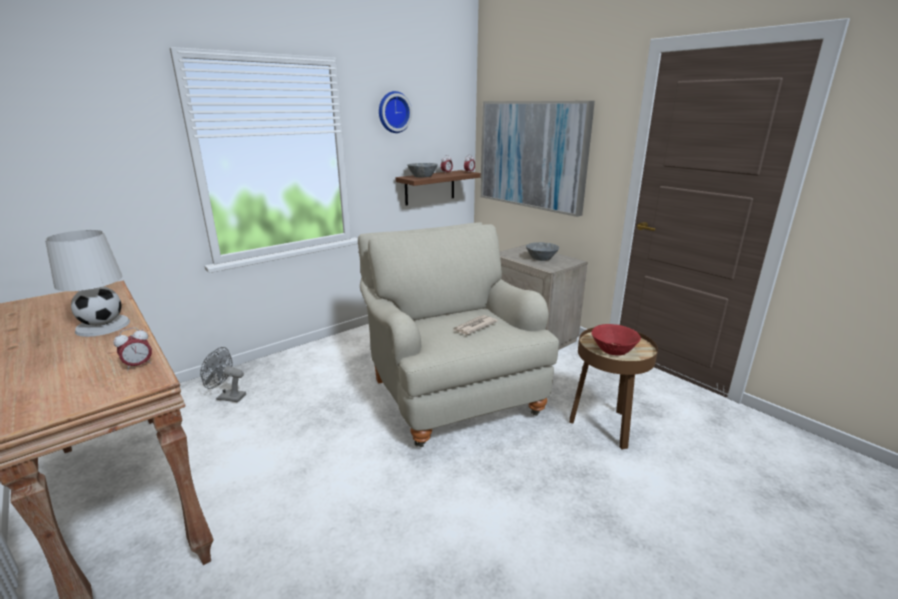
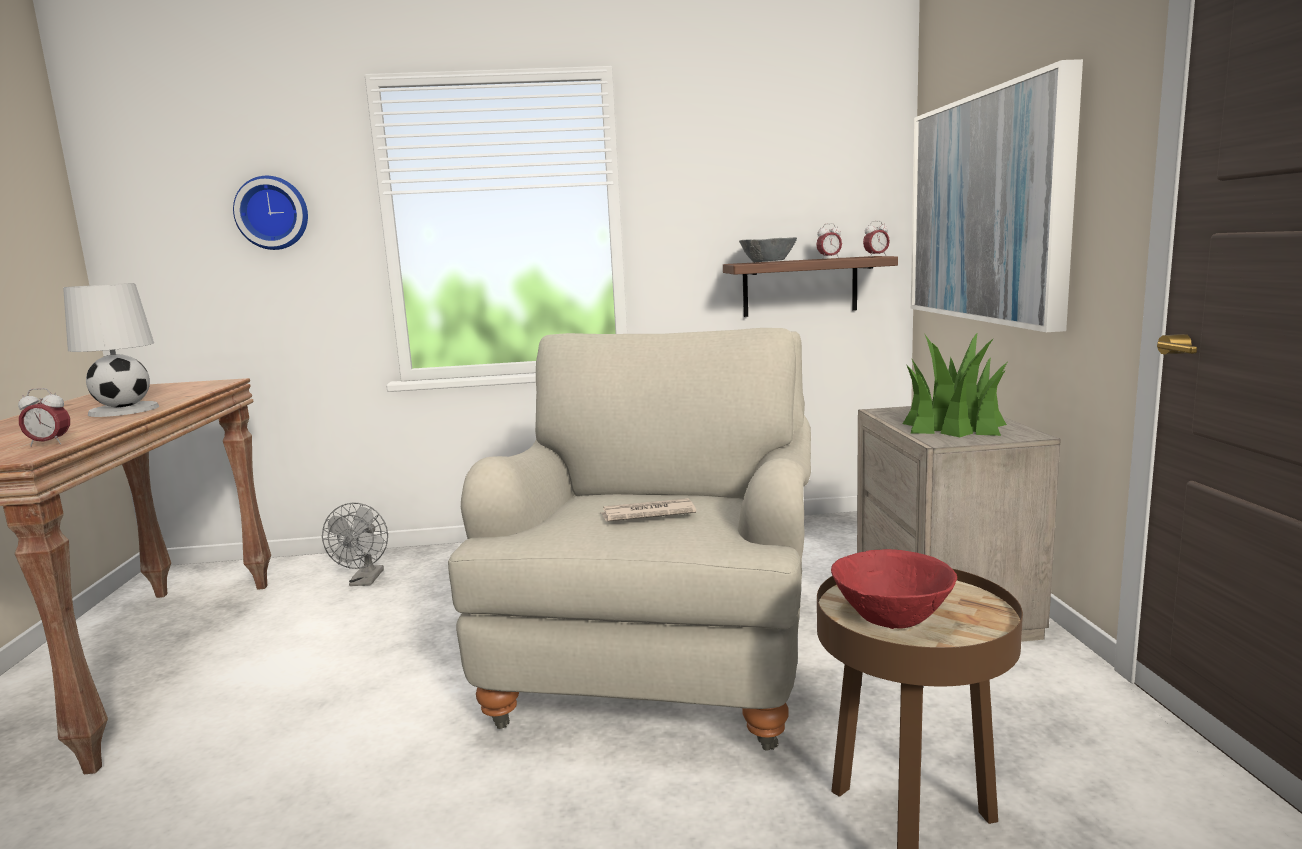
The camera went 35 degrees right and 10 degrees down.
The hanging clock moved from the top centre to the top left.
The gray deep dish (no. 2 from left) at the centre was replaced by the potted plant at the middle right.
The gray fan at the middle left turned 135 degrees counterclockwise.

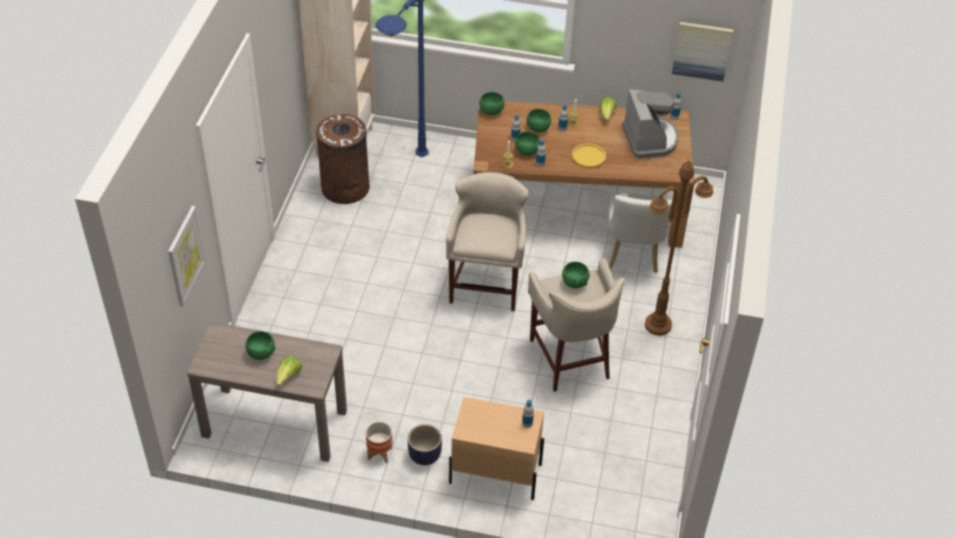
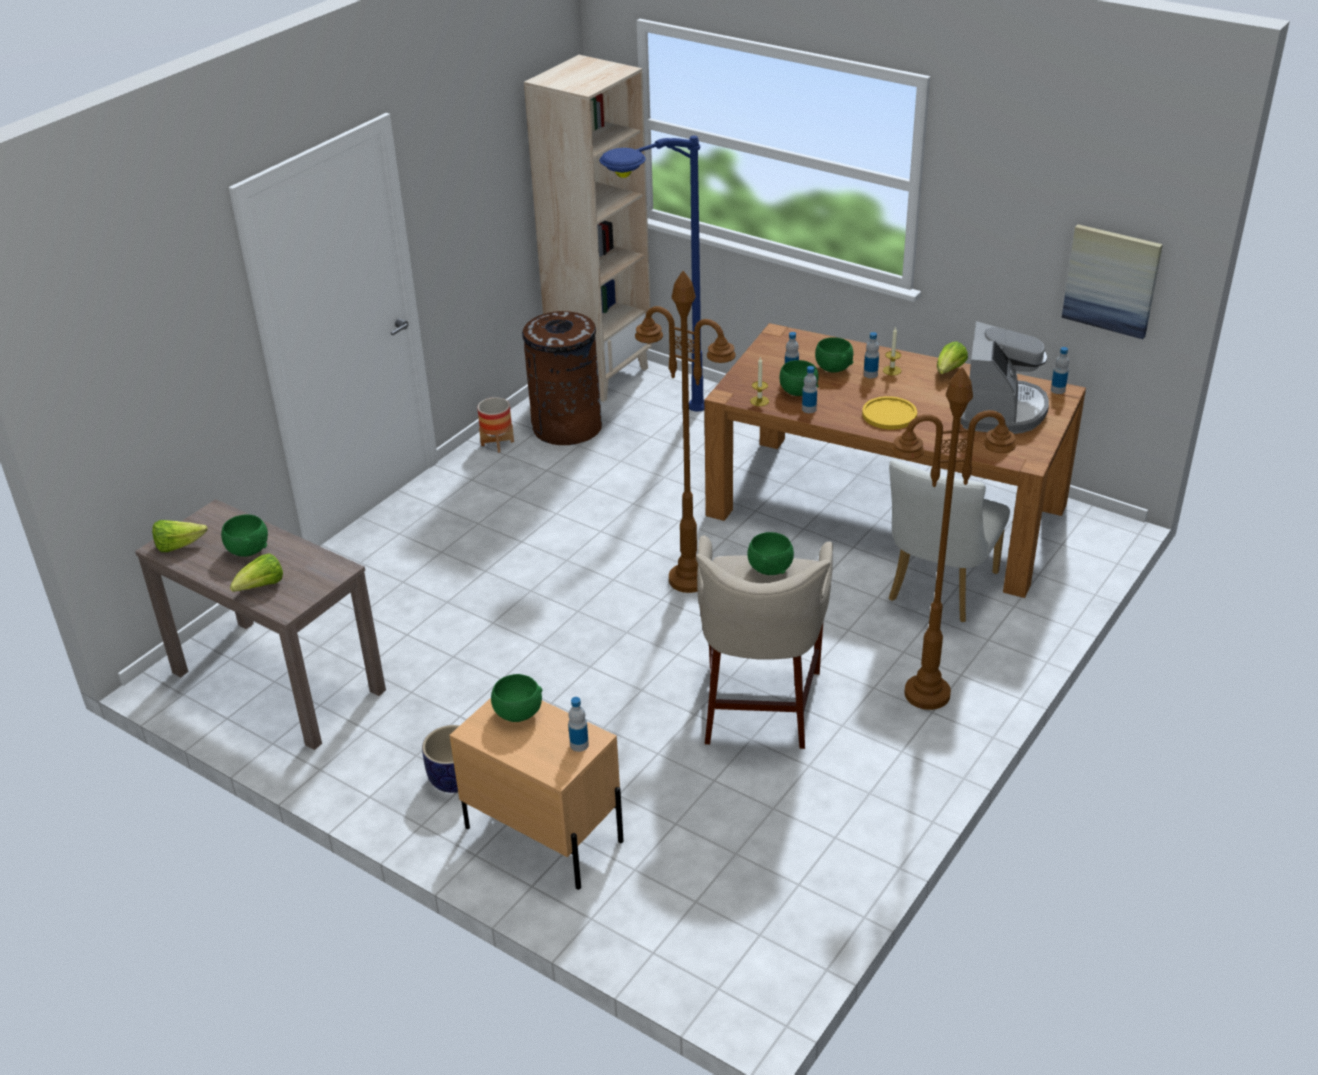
The camera went 25 degrees right and 10 degrees down.
The green-coloured deep dish (no. 2 from left) moved from the top centre to the centre.
The beige-coloured stool seat (no. 1 from left) at the centre was replaced by the brownish standard lamp (no. 1 from left) at the centre.
The picture (no. 1 from left) at the middle left disappeared.
The planter (no. 1 from left in the first image) moved from the bottom centre to the centre.
The head of lettuce (no. 1 from left) at the middle left appeared.

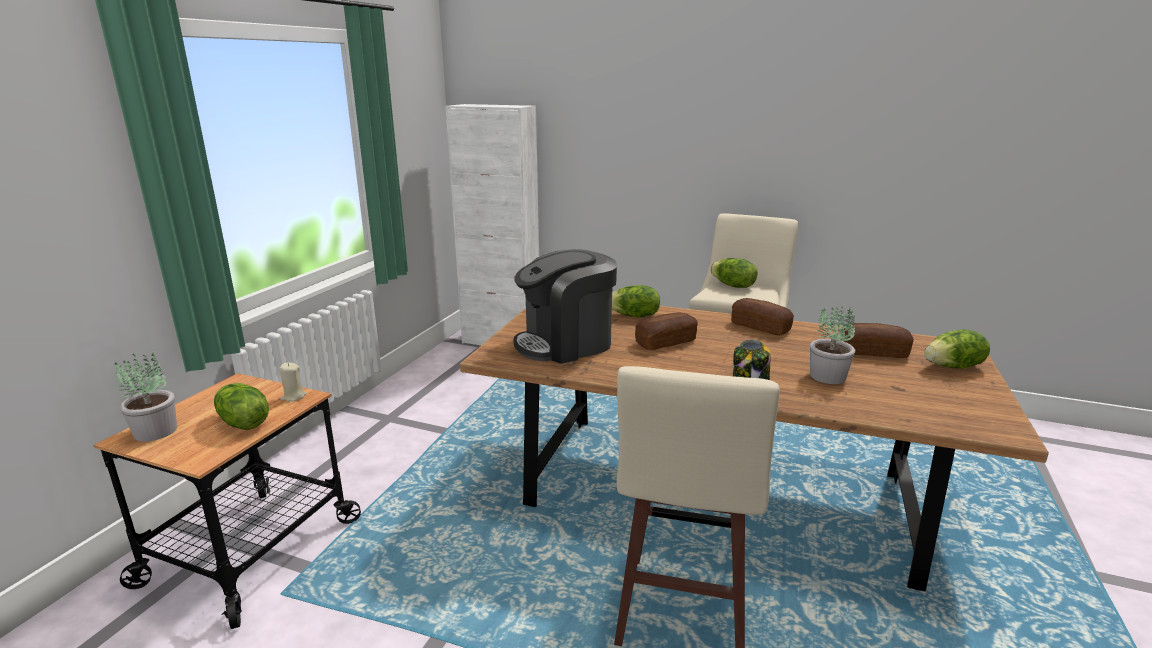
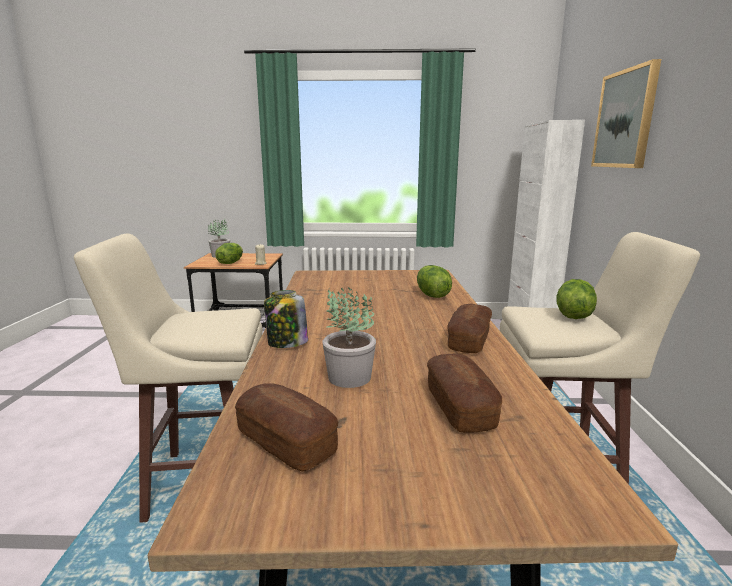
The camera went 70 degrees right and 5 degrees down.
The coffee maker at the centre disappeared.
The bakery bread (no. 1 from left) moved from the centre to the bottom centre.
The head of lettuce (no. 4 from left) at the middle right disappeared.
The picture at the top right appeared.

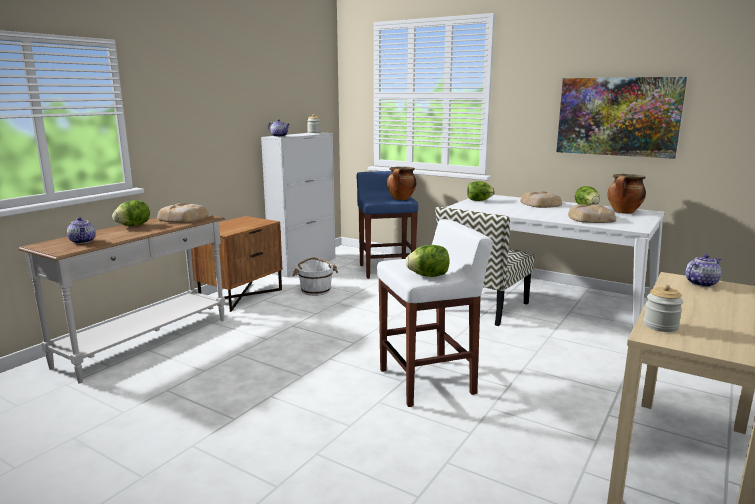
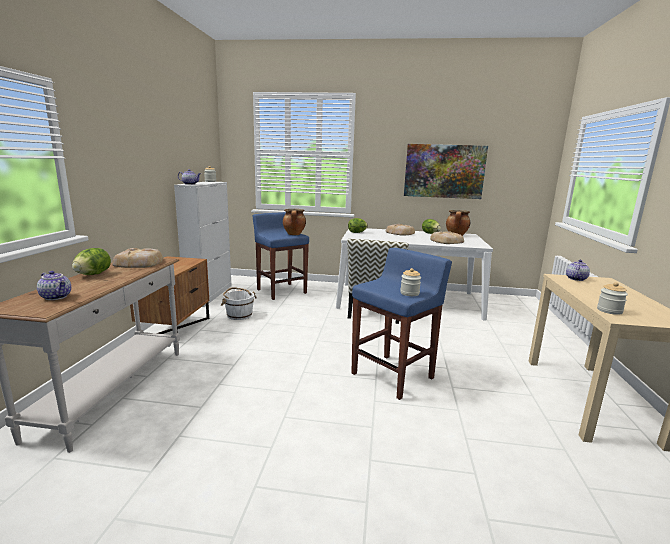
The camera went 25 degrees left and 0 degrees up.
The white-coloured stool seat at the centre became the blue-coloured stool seat (no. 2 from left) at the centre.
The head of lettuce (no. 2 from left) at the centre was replaced by the preserve jar (no. 2 from left) at the centre.

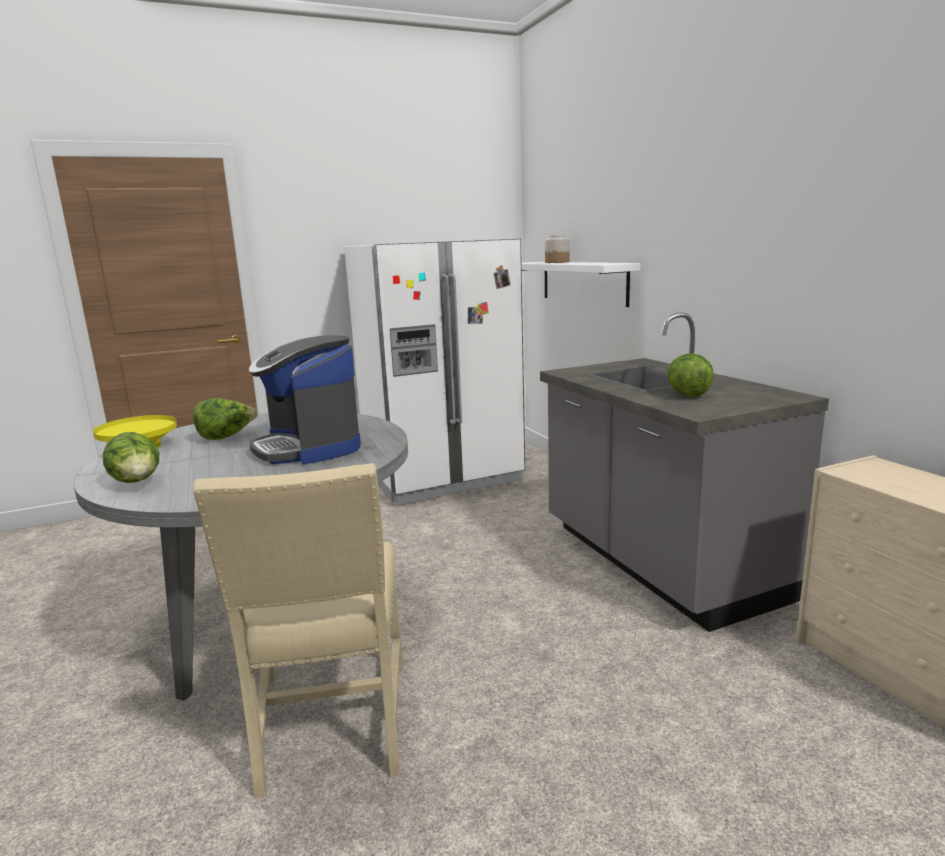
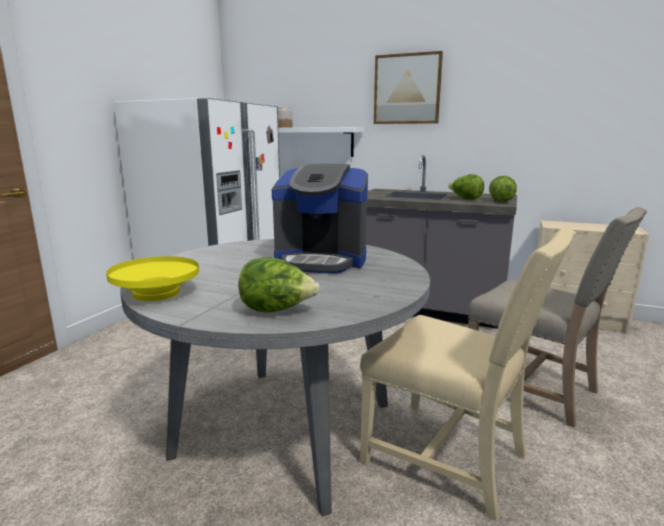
The camera went 45 degrees left and 0 degrees up.
The head of lettuce (no. 2 from left in the first image) moved from the middle left to the middle right.
The picture at the top centre appeared.
The beige-coloured chair (no. 2 from left) at the middle right appeared.

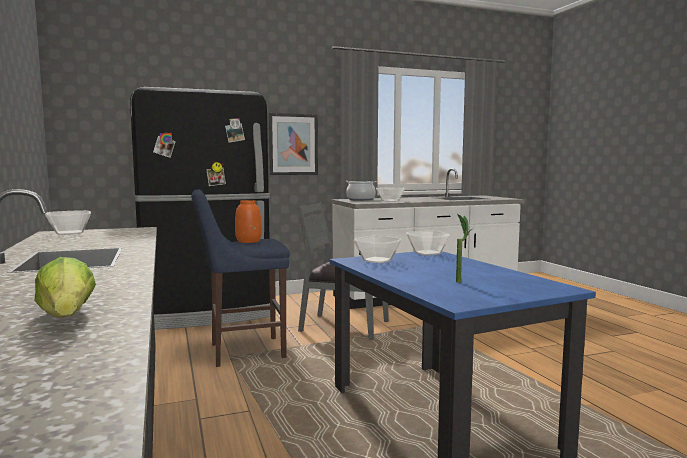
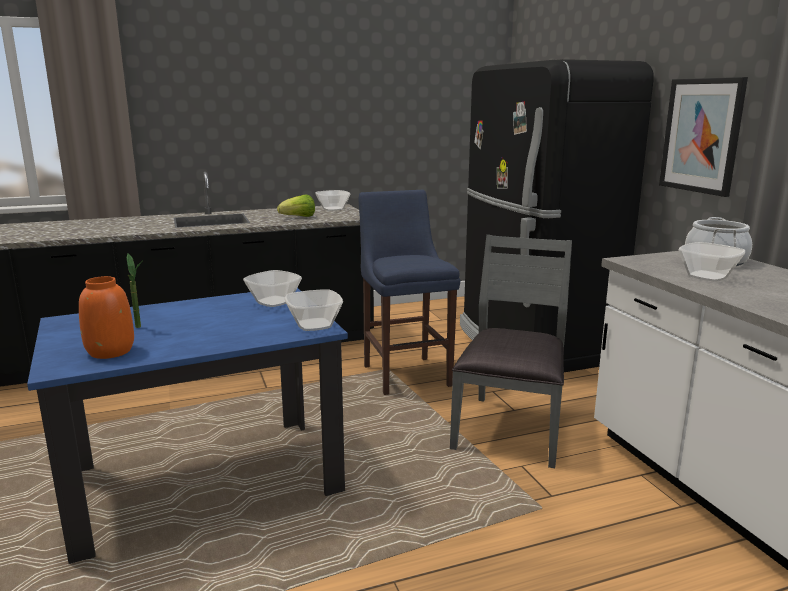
The camera went 90 degrees right and 10 degrees up.
The orange-coloured flower vase moved from the centre to the middle left.
The head of lettuce moved from the middle left to the centre.

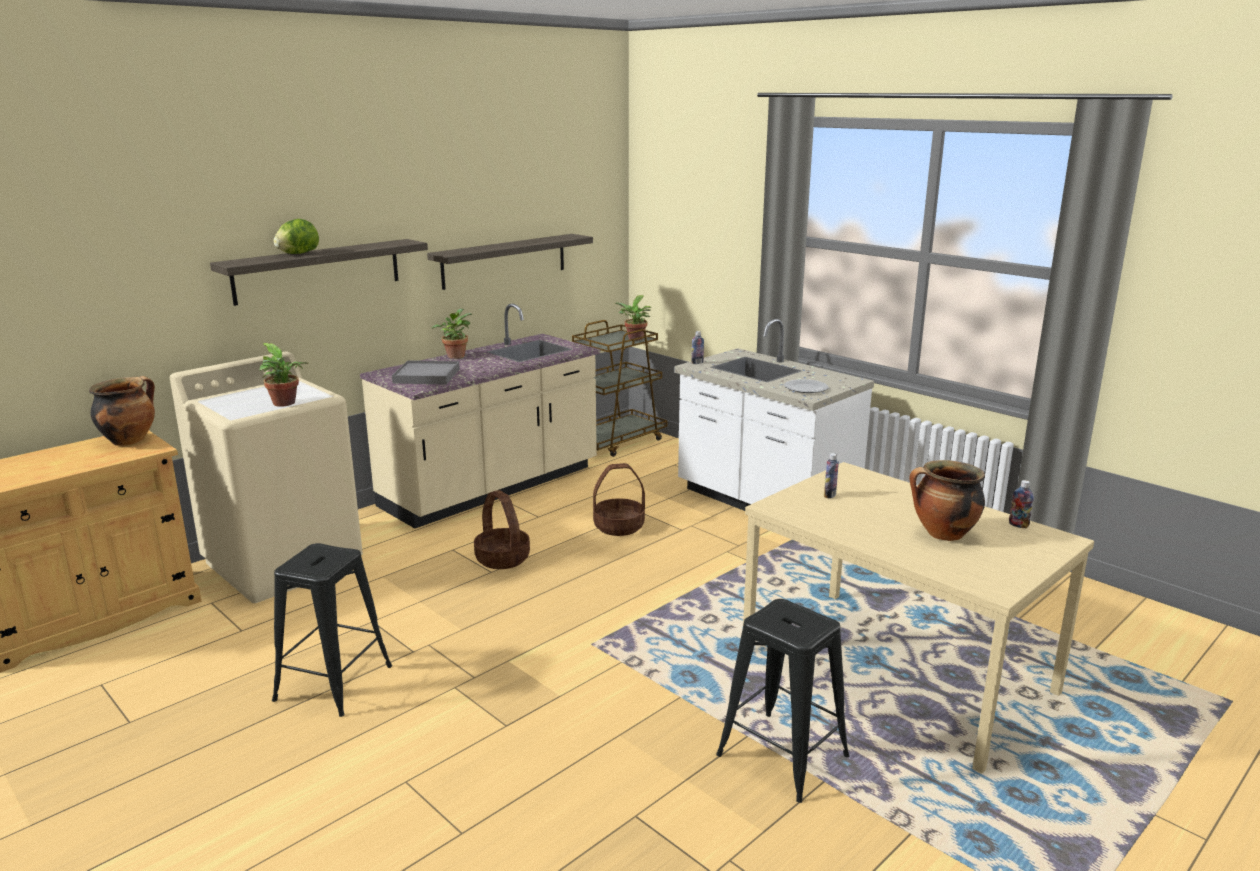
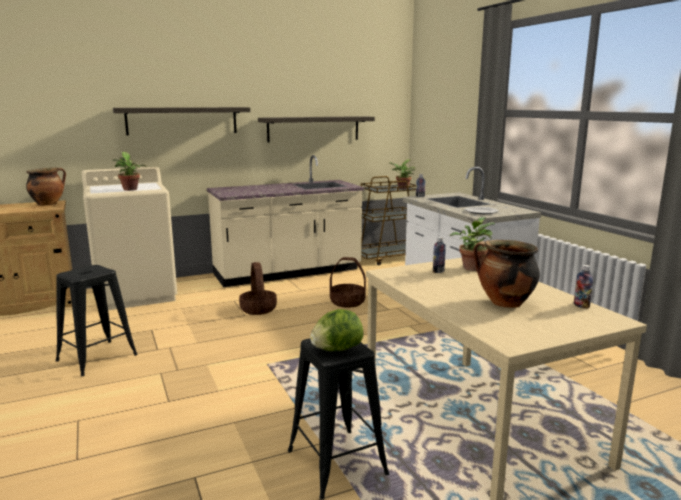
The camera went 20 degrees right and 5 degrees down.
The head of lettuce moved from the top left to the centre.
The potted plant (no. 2 from left in the first image) moved from the centre to the middle right.
The gray serving tray at the centre disappeared.

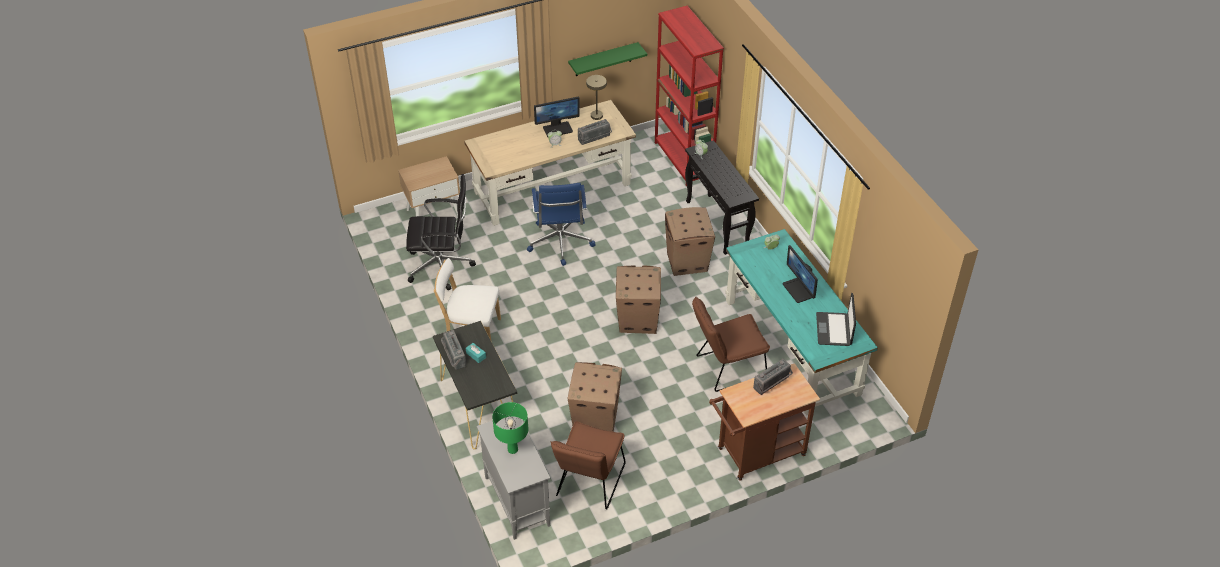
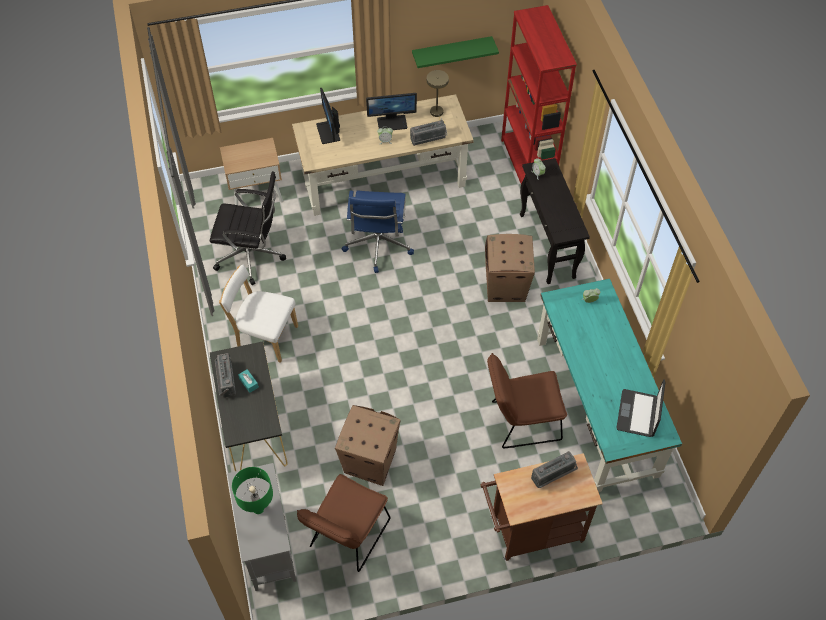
The camera went 10 degrees right and 10 degrees up.
The computer display (no. 2 from left in the first image) moved from the centre to the top centre.
The packing box (no. 2 from left) at the centre disappeared.

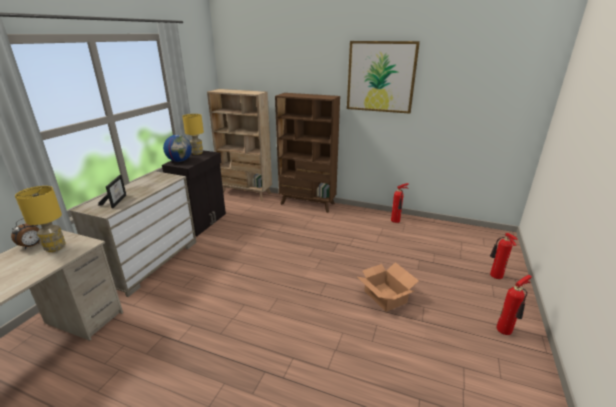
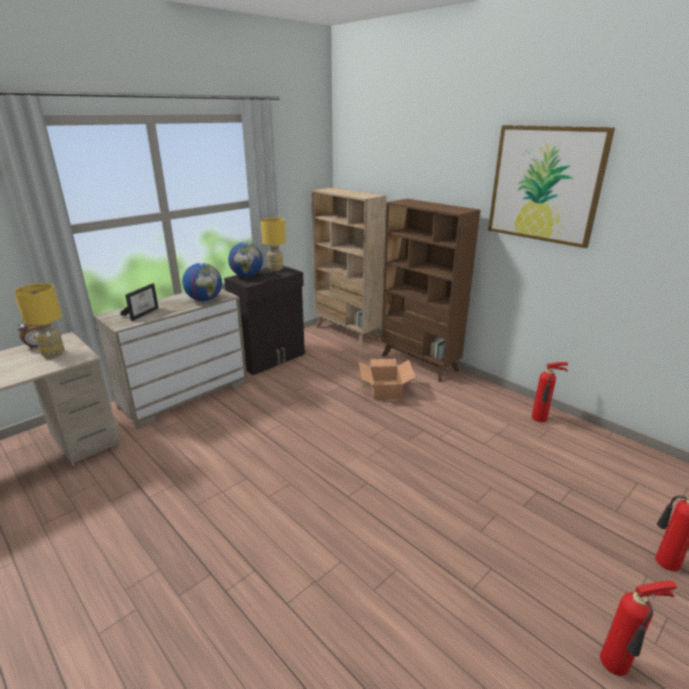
The camera went 25 degrees right and 0 degrees up.
The packing box moved from the bottom centre to the centre.
The globe (no. 1 from left) at the middle left appeared.

